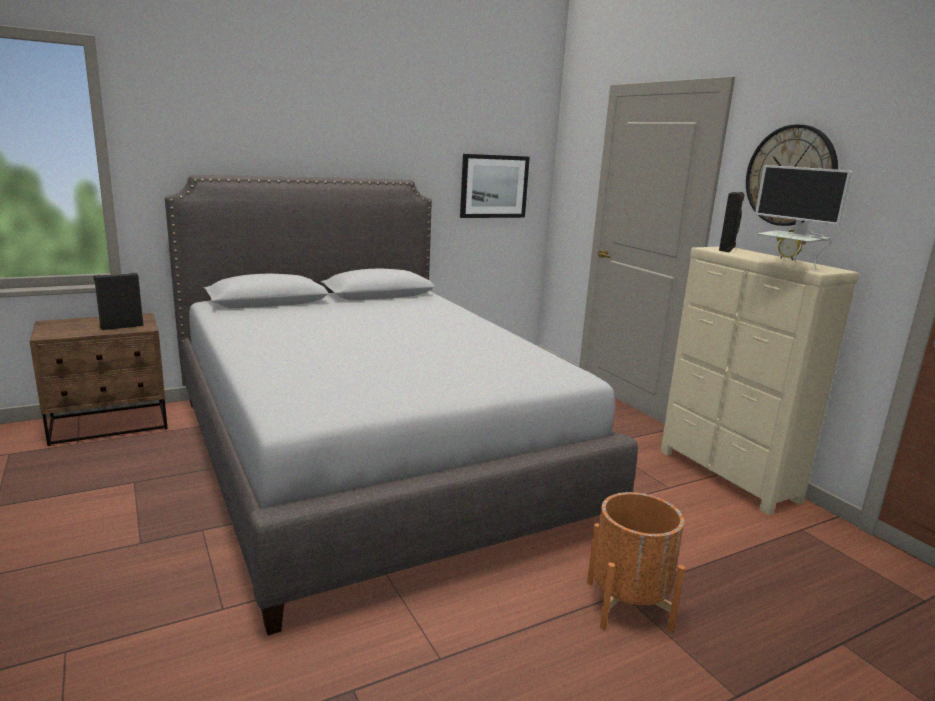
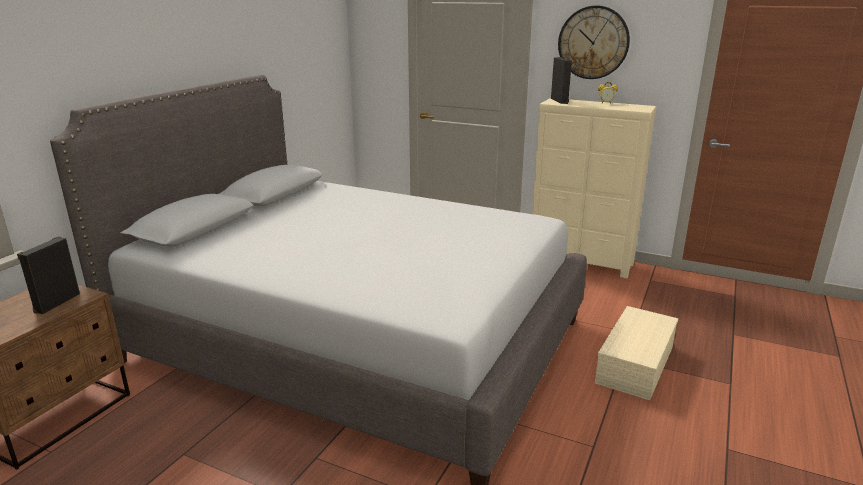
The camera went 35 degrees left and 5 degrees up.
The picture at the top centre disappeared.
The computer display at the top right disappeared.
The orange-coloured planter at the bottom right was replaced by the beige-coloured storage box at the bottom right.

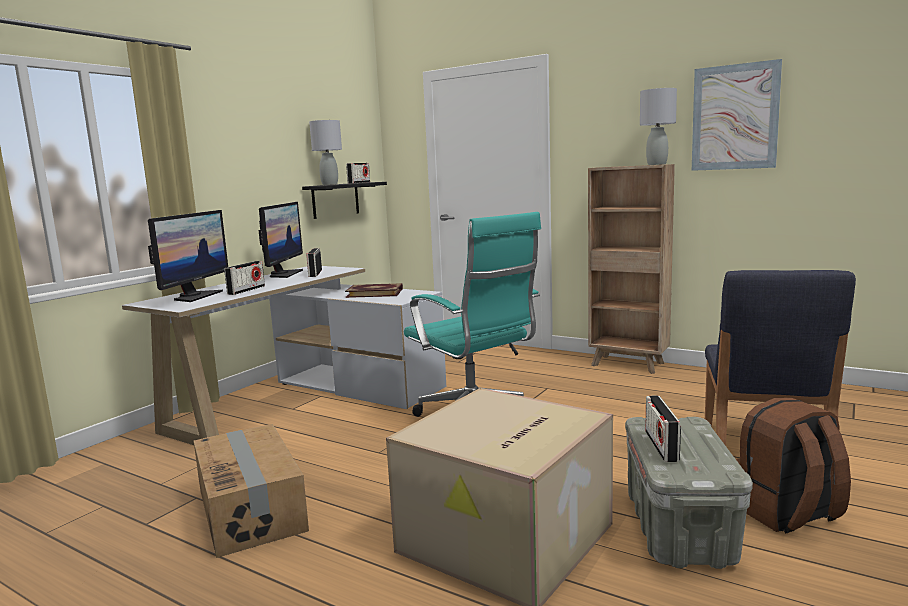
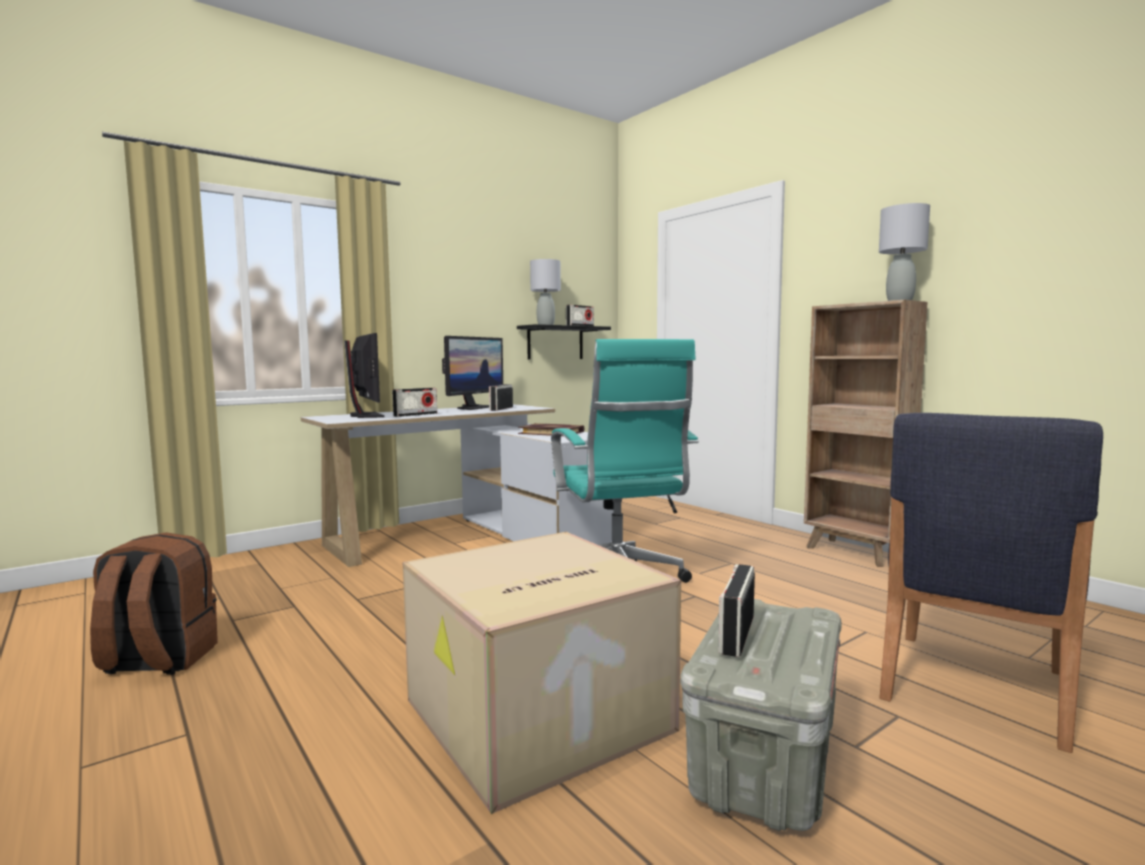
The camera went 20 degrees right and 5 degrees down.
The picture at the top right disappeared.
The computer display (no. 1 from left) at the middle left turned 60 degrees counterclockwise.
The brownish backpack moved from the bottom right to the bottom left.
The packing box (no. 1 from left) at the bottom left disappeared.

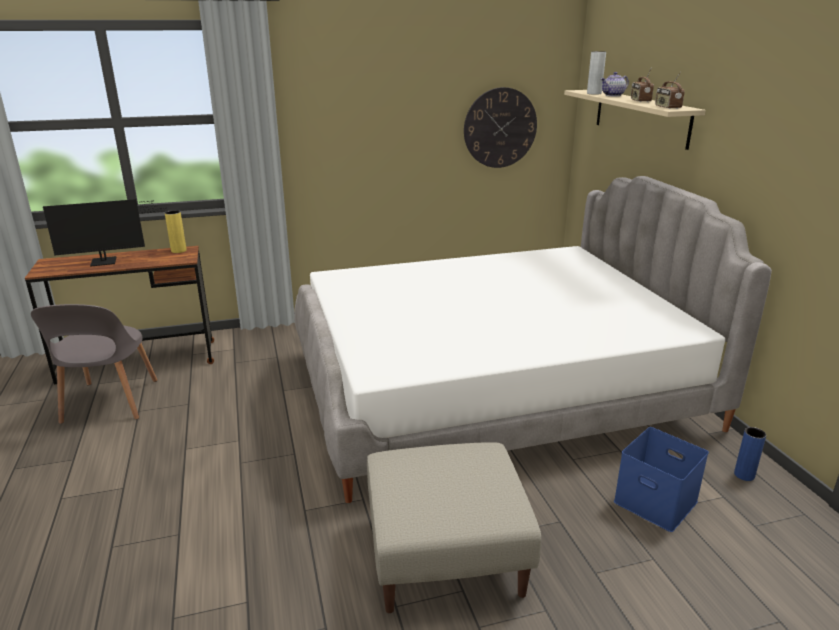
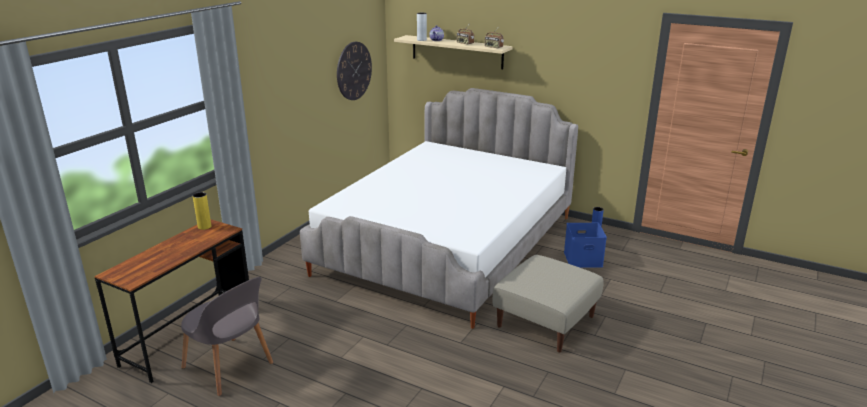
The camera went 45 degrees left and 0 degrees up.
The computer display at the middle left disappeared.

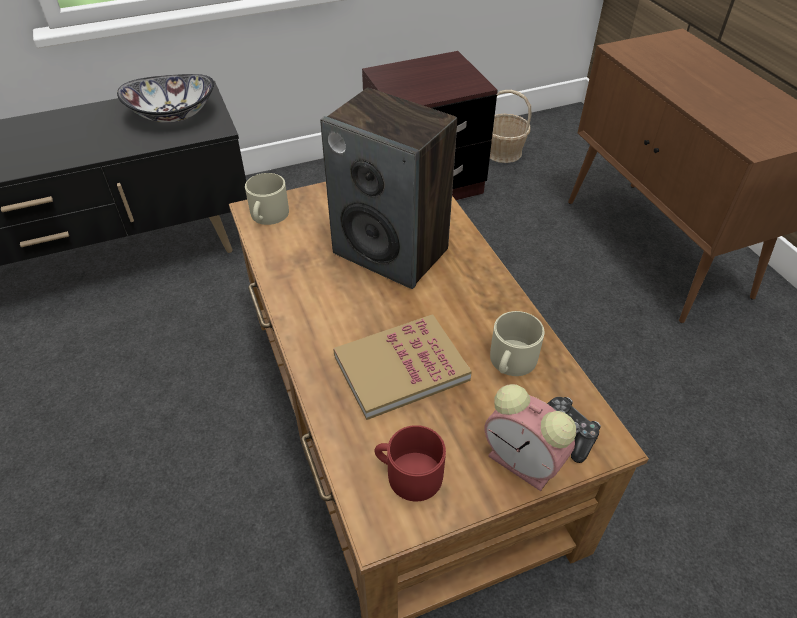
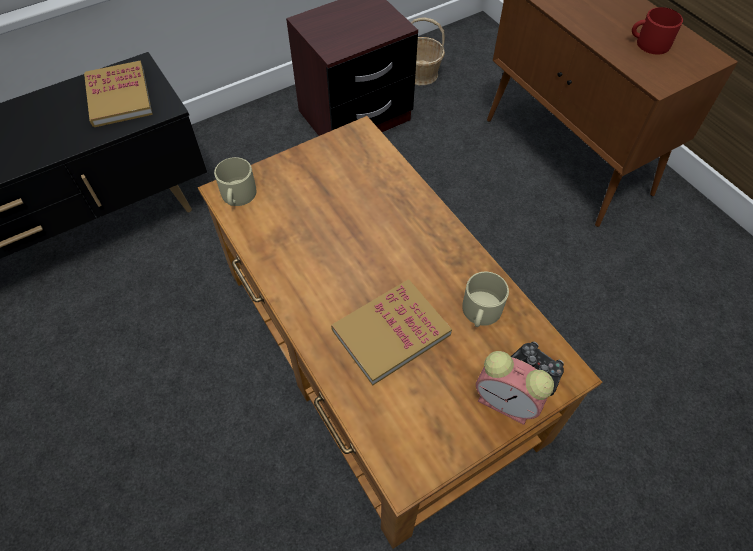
The camera went 10 degrees left and 10 degrees up.
The deep dish at the top left was replaced by the book (no. 1 from left) at the top left.
The loudspeaker at the top centre disappeared.
The reddish tea mug moved from the bottom centre to the top right.

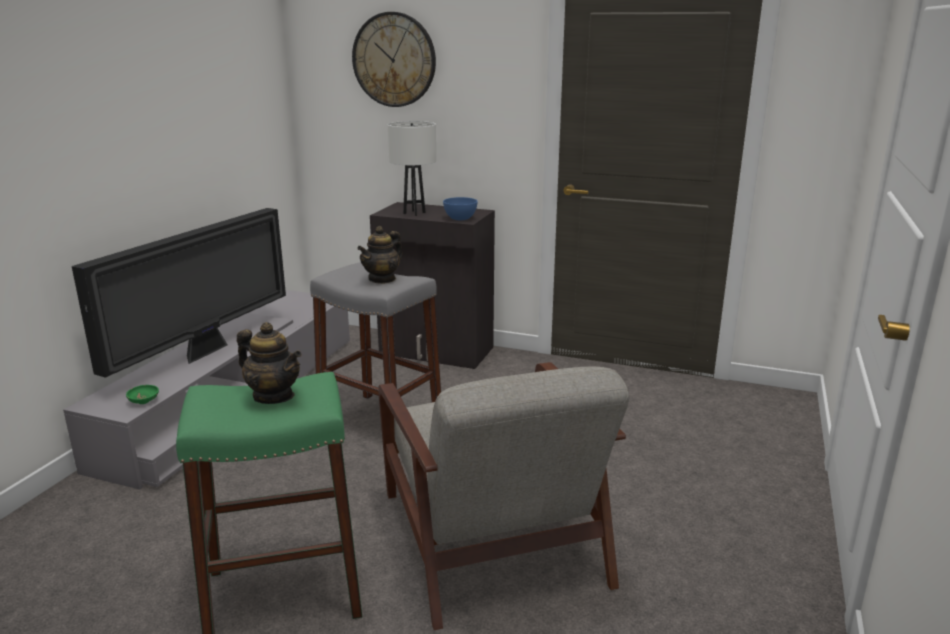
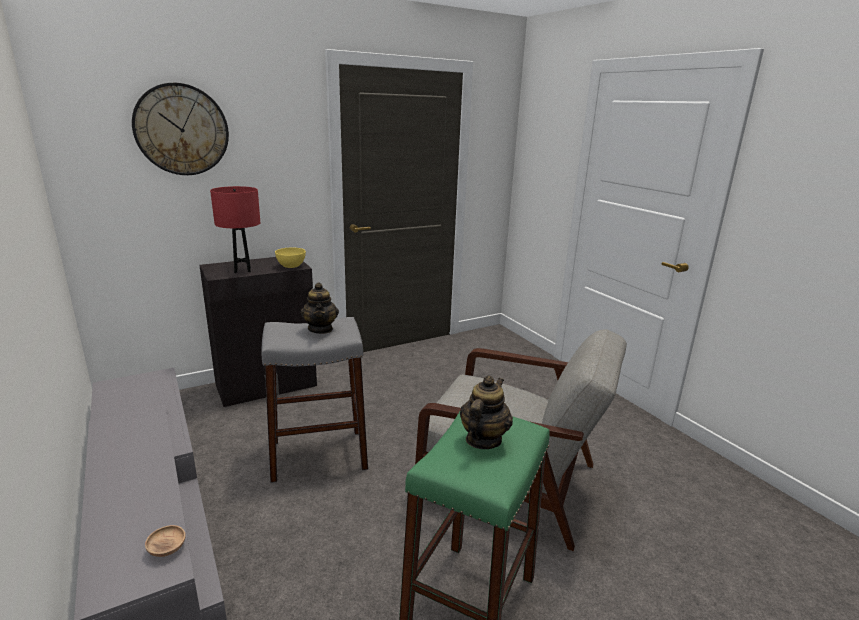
The camera went 50 degrees left and 0 degrees up.
The white-coloured table lamp at the top centre became the reddish table lamp at the middle left.
The blue-coloured deep dish at the top centre became the yellowish deep dish at the centre.
The television at the middle left disappeared.
The pot for tea (no. 1 from left in the first image) at the middle left turned 45 degrees counterclockwise.
The green-coloured deep dish at the middle left became the brownish deep dish at the bottom left.

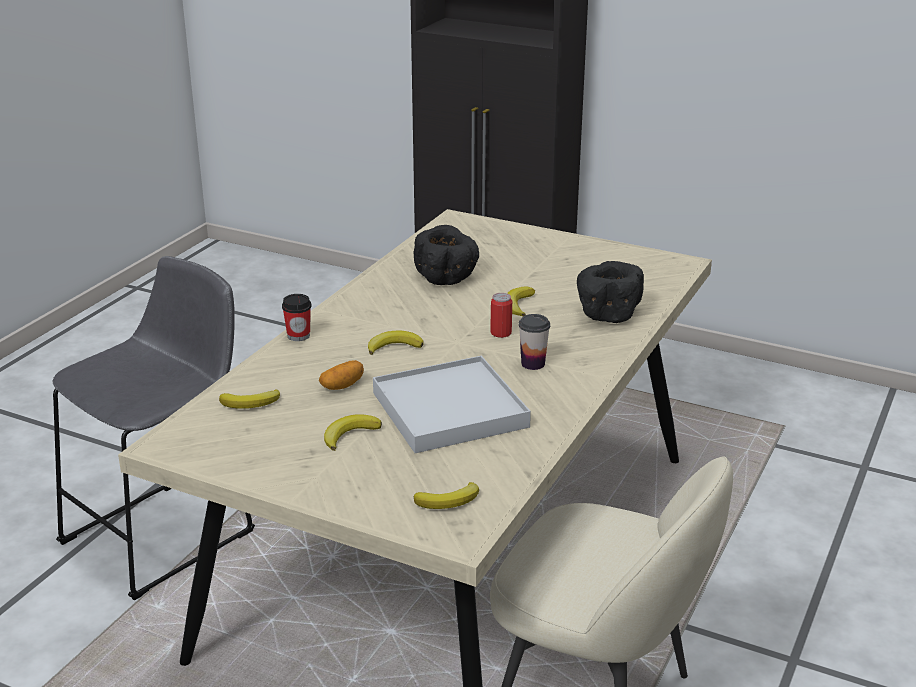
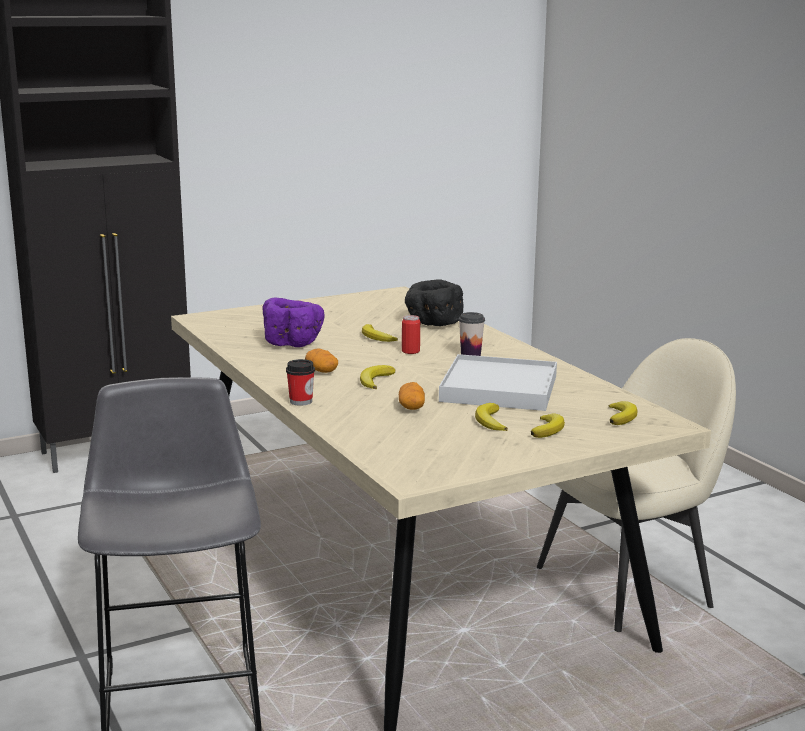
The camera went 55 degrees left and 10 degrees down.
The black-coloured deep dish (no. 1 from left) at the centre became the purple-coloured deep dish at the centre.
The banana (no. 1 from left in the first image) moved from the middle left to the middle right.
The spud (no. 1 from left) at the centre appeared.

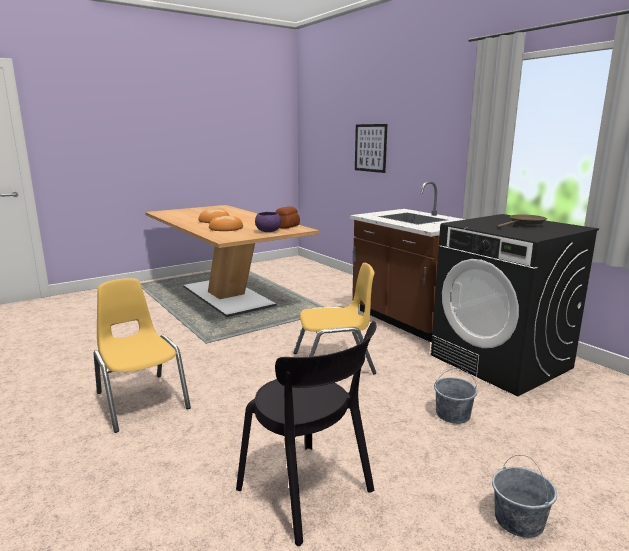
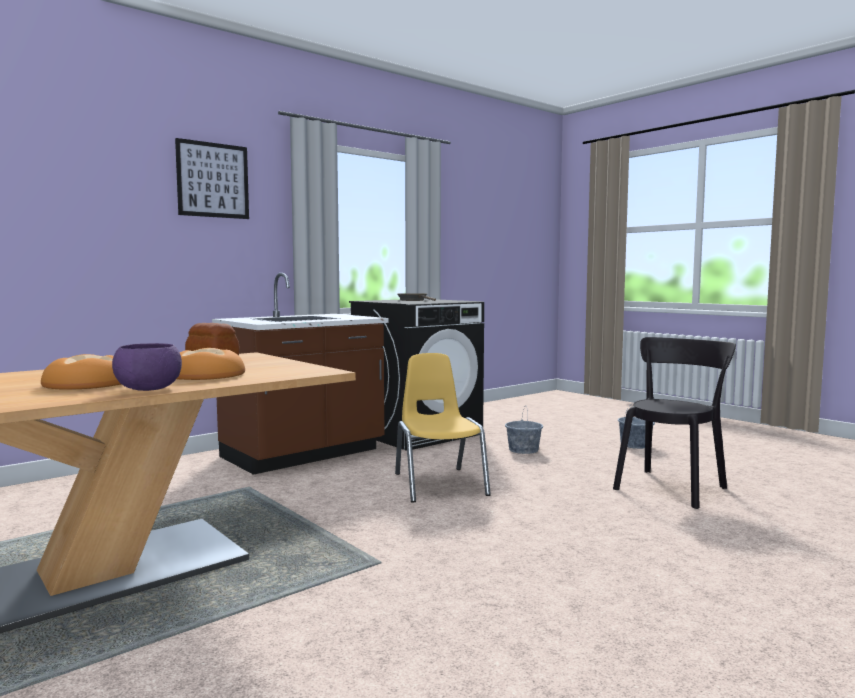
The camera went 95 degrees left and 10 degrees down.
The picture moved from the top centre to the top left.
The purple-coloured deep dish moved from the centre to the middle left.
The yellowish chair (no. 1 from left) at the middle left disappeared.

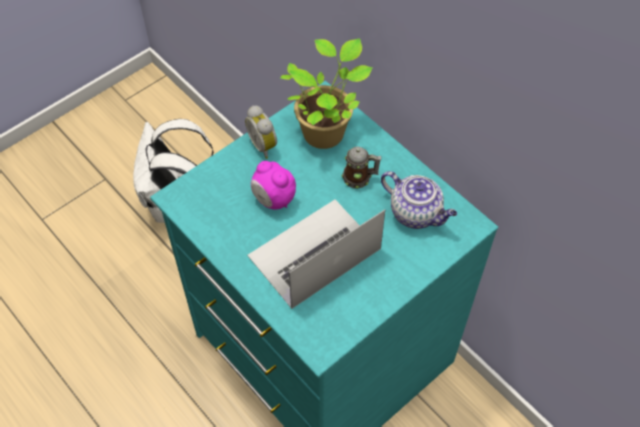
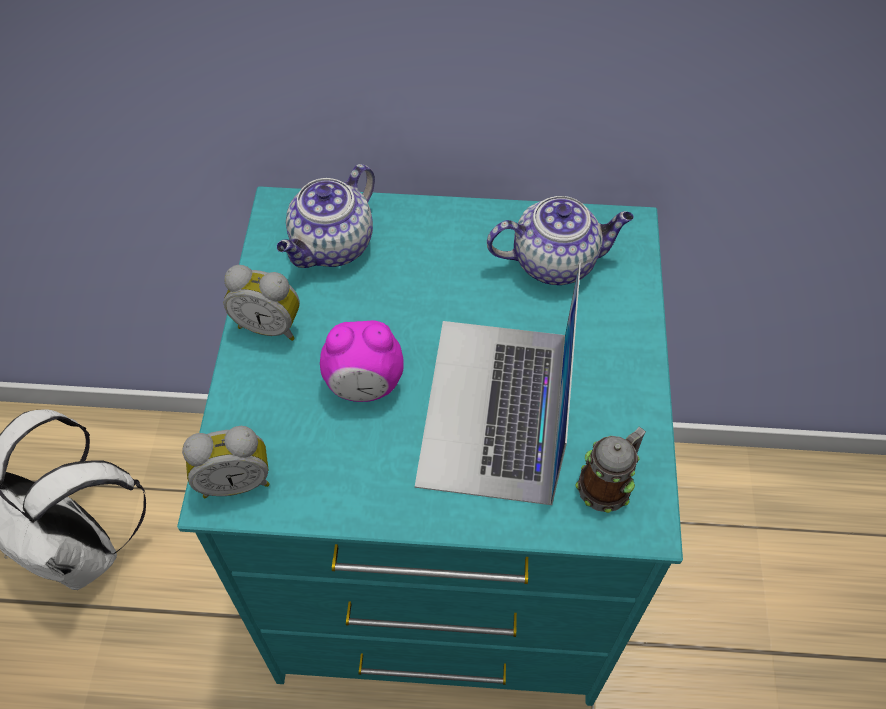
The camera went 45 degrees left and 0 degrees up.
The potted plant at the top centre was replaced by the pot for tea (no. 1 from left) at the top centre.
The tea mug moved from the centre to the middle right.
The table clock (no. 1 from left) at the middle left appeared.

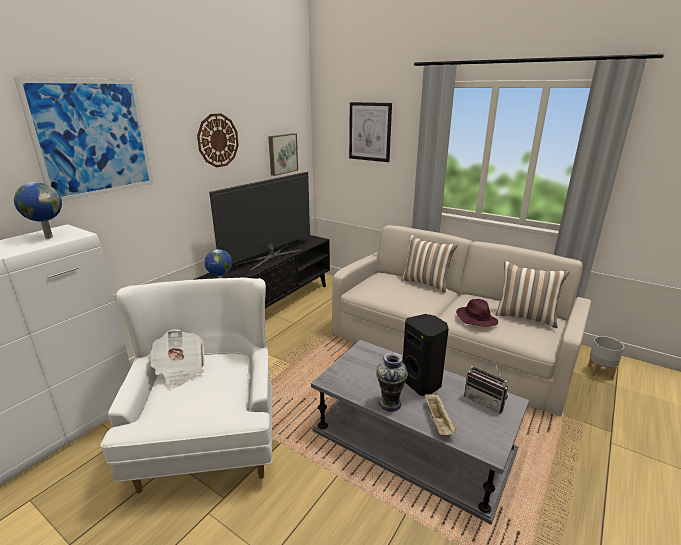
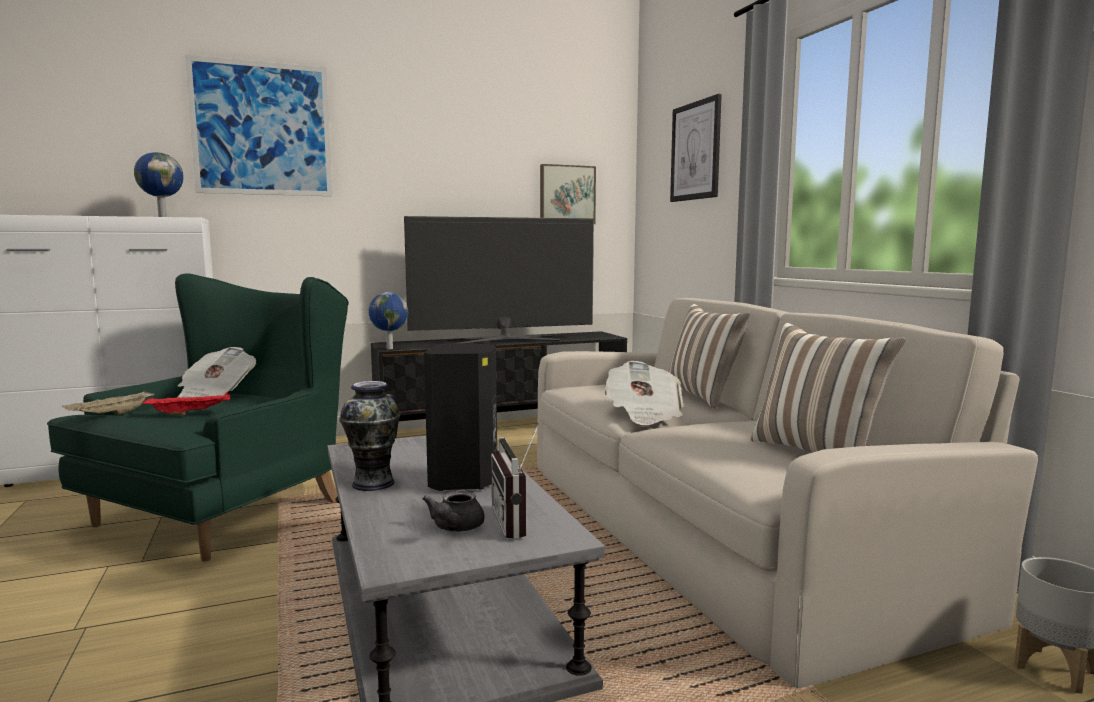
The camera went 35 degrees right and 15 degrees down.
The hanging clock at the top left disappeared.
The white-coloured lounge chair at the bottom left became the green-coloured lounge chair at the middle left.
The purple-coloured clothing hat at the middle right disappeared.
The beige-coloured serving tray moved from the bottom centre to the middle left.
The newspaper (no. 2 from left) at the centre appeared.
The reddish serving tray at the middle left appeared.
The gray pot for tea at the bottom centre appeared.

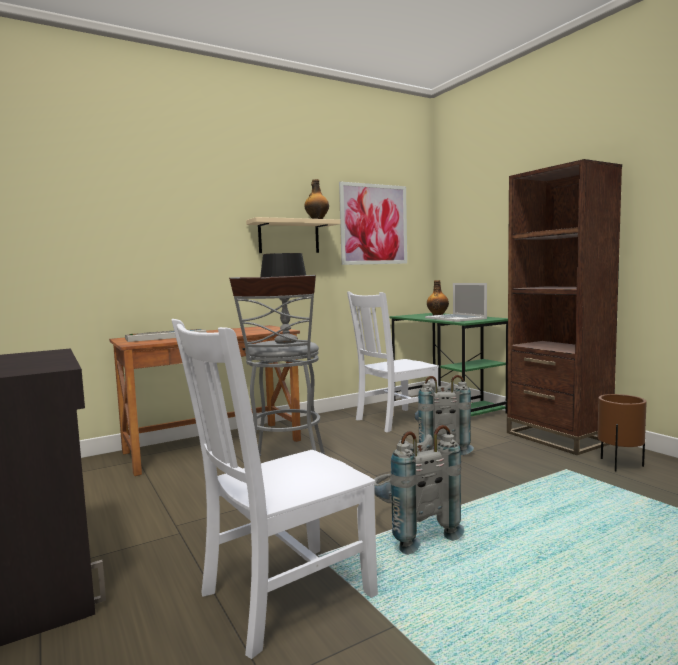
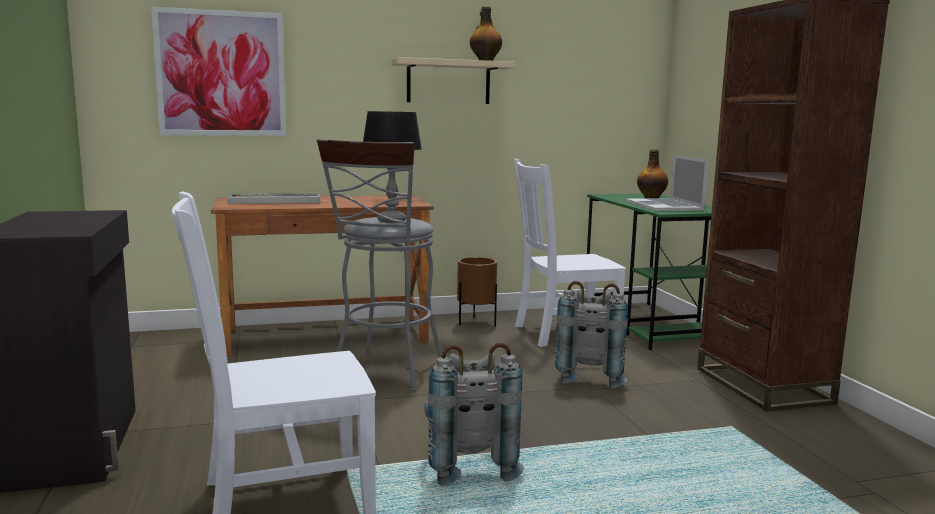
The camera went 15 degrees right and 5 degrees up.
The picture moved from the centre to the top left.
The brownish planter moved from the middle right to the centre.

